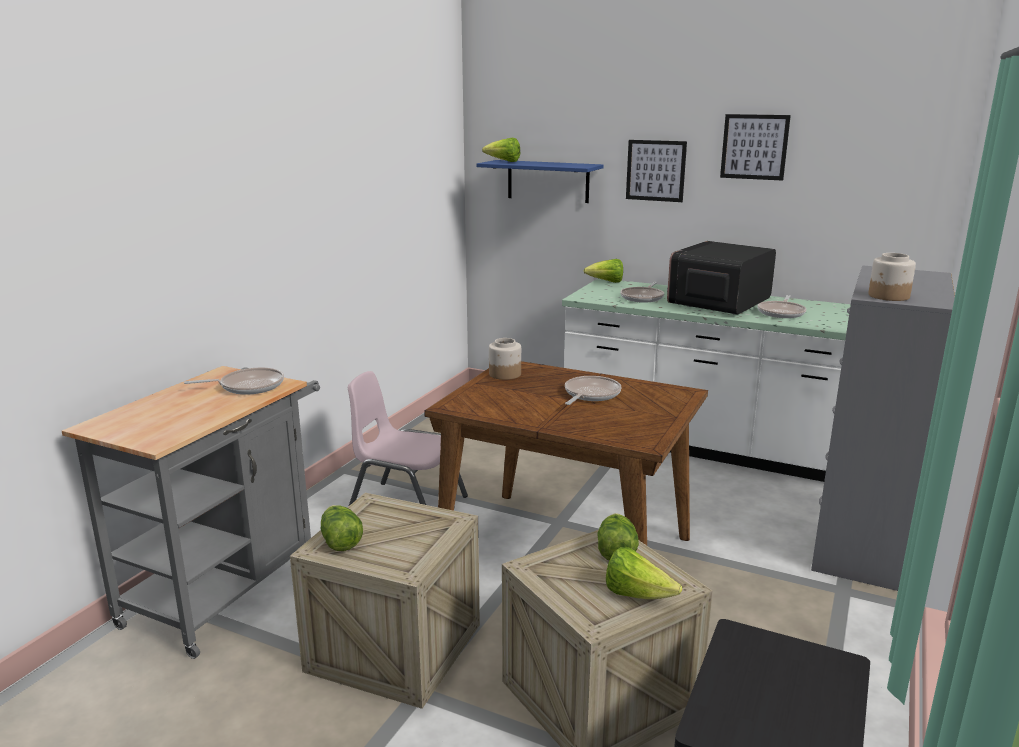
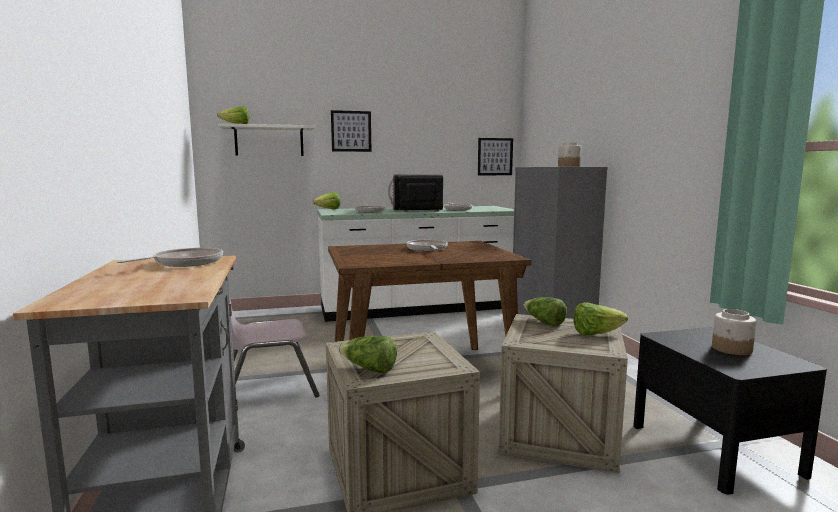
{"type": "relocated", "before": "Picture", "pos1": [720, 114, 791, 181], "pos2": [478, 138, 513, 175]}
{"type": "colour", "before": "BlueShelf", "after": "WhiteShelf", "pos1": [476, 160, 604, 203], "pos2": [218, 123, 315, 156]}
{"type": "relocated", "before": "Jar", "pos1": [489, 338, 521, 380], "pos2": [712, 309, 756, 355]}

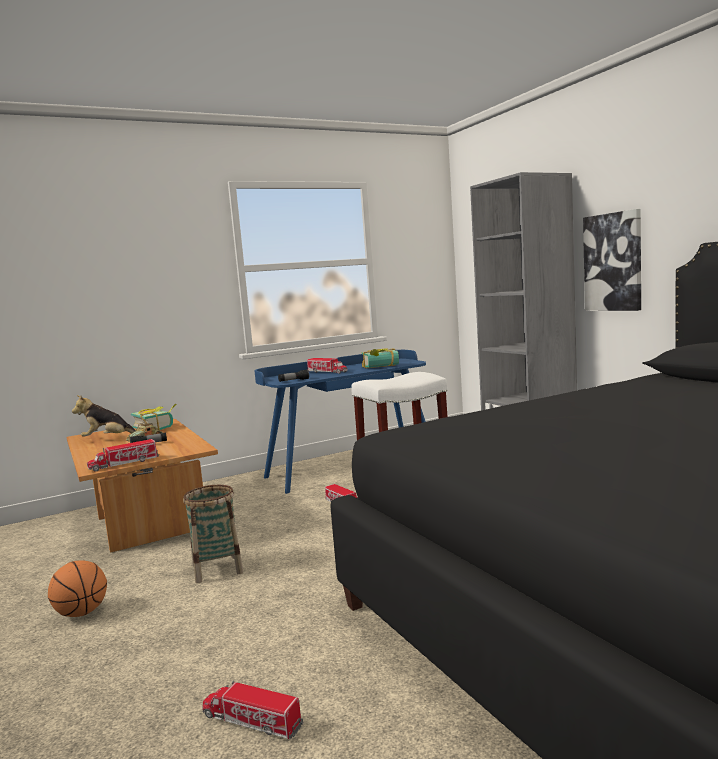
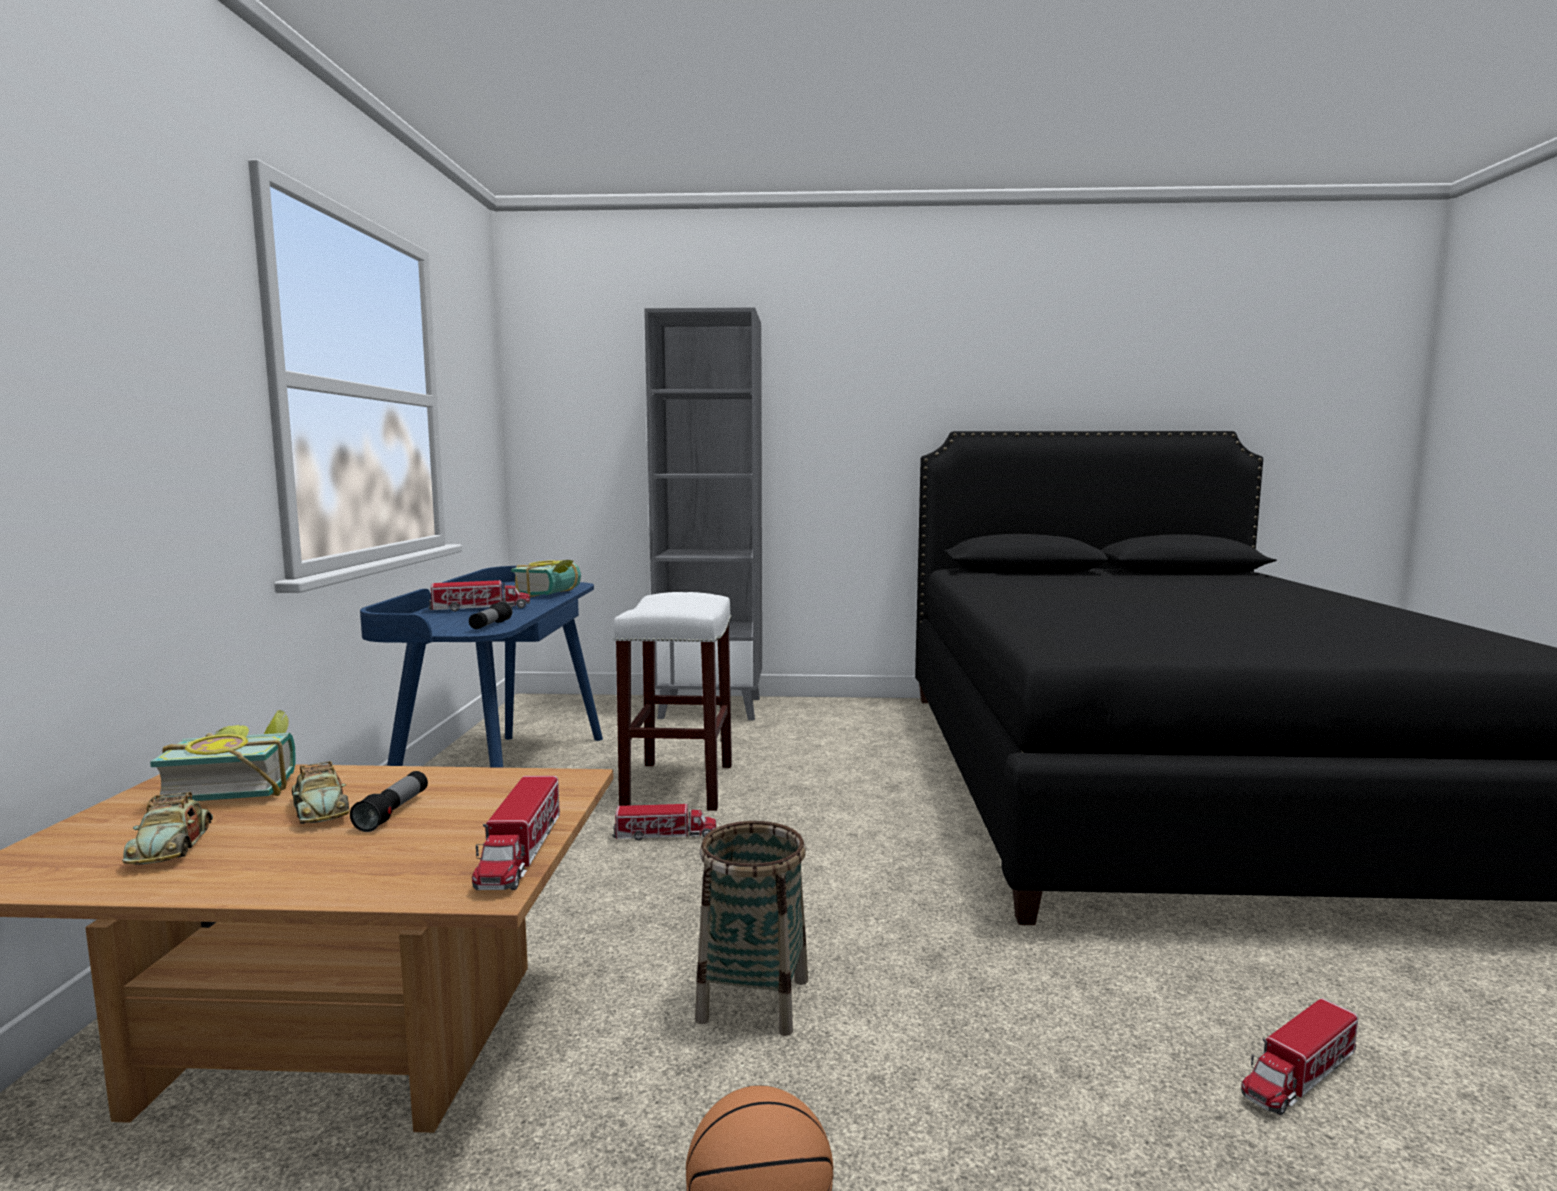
{"type": "missing", "before": "Picture", "pos1": [583, 209, 641, 311]}
{"type": "exchanged", "before": "PlushToy", "after": "ToyCar", "pos1": [72, 395, 136, 437], "pos2": [122, 792, 213, 865]}

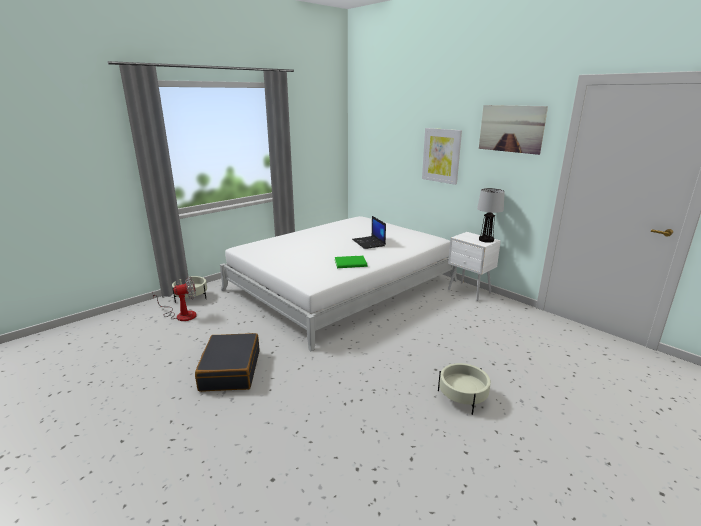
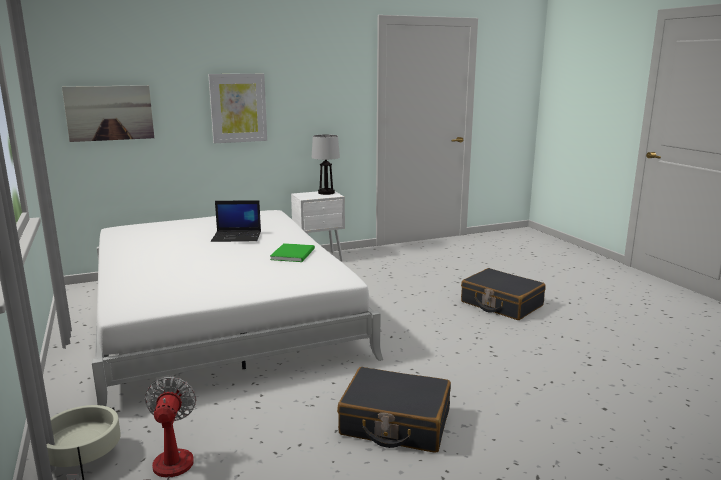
{"type": "relocated", "before": "Picture", "pos1": [479, 105, 548, 155], "pos2": [62, 85, 154, 142]}
{"type": "exchanged", "before": "BeigePlanter", "after": "BlackSuitcase", "pos1": [438, 363, 491, 415], "pos2": [461, 268, 546, 320]}

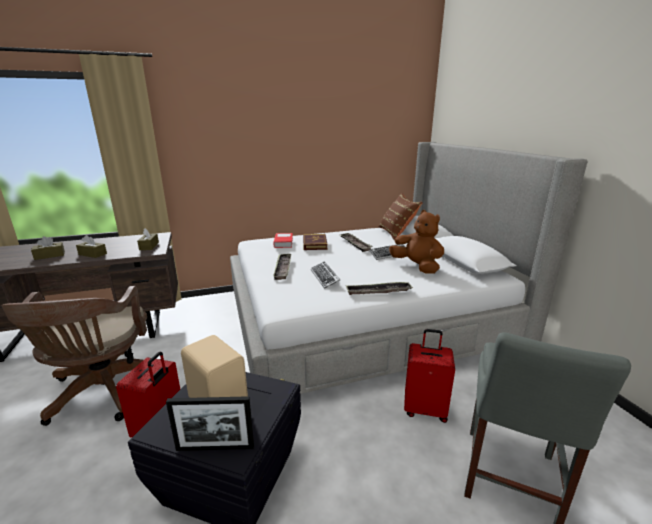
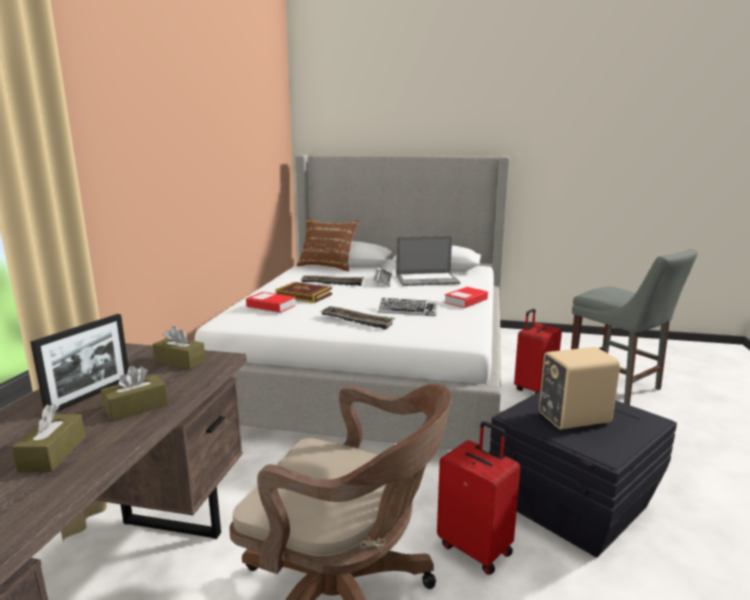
{"type": "exchanged", "before": "BrownPlushToy", "after": "Laptop", "pos1": [389, 210, 444, 274], "pos2": [396, 236, 460, 286]}
{"type": "exchanged", "before": "Tray", "after": "Book", "pos1": [346, 282, 413, 295], "pos2": [444, 287, 488, 308]}
{"type": "relocated", "before": "PictureFrame", "pos1": [166, 396, 254, 451], "pos2": [30, 314, 129, 412]}

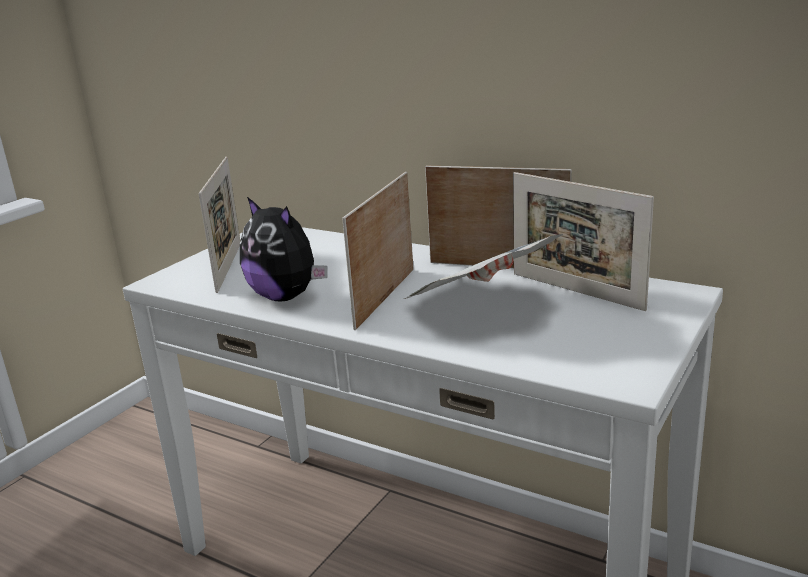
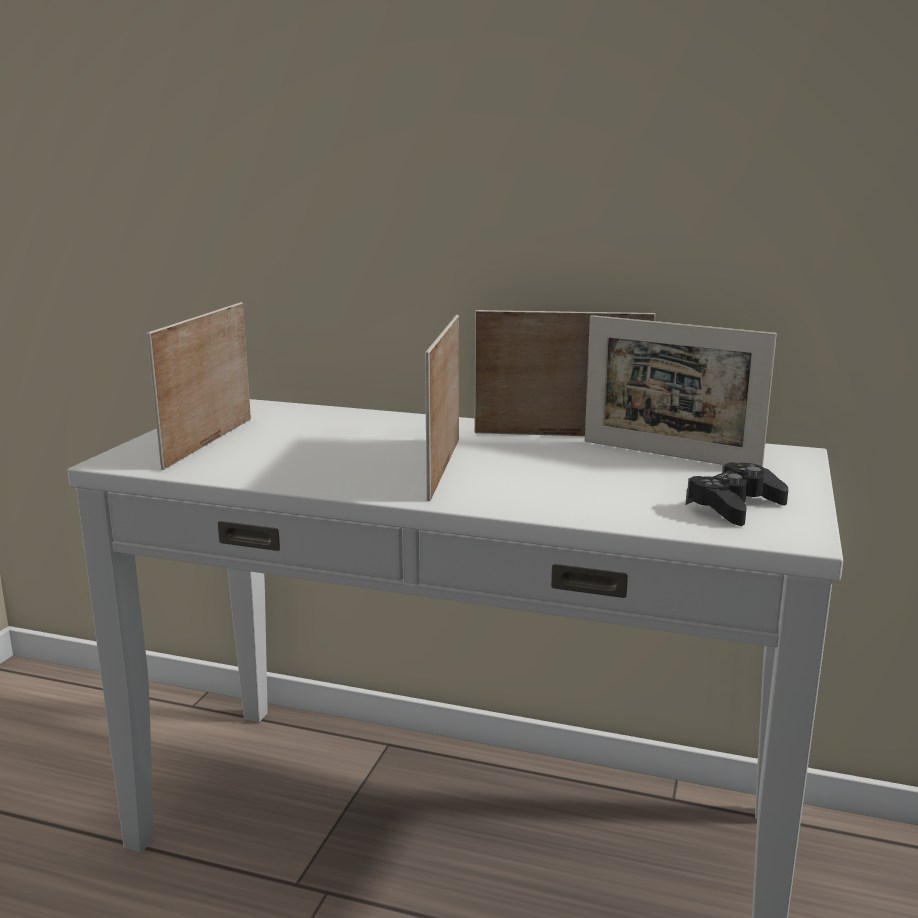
{"type": "spun", "before": "PictureFrame", "pos1": [198, 157, 240, 293], "pos2": [147, 302, 251, 470], "turn": -150}
{"type": "missing", "before": "PlushToy", "pos1": [240, 197, 327, 302]}
{"type": "missing", "before": "Newspaper", "pos1": [404, 234, 563, 299]}
{"type": "appeared", "after": "BlackGameController", "pos2": [686, 462, 788, 526]}

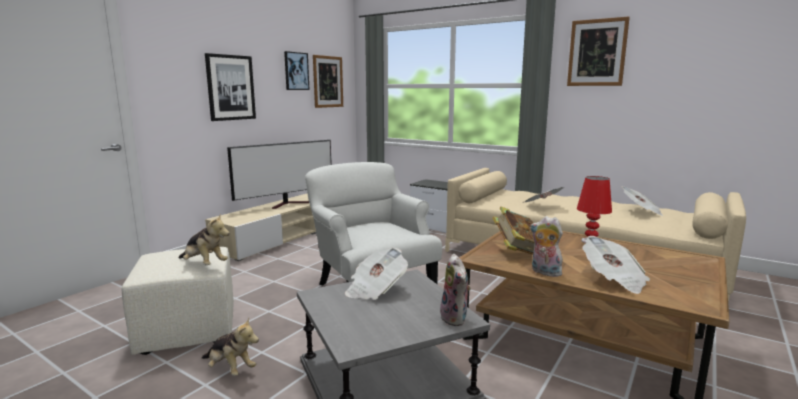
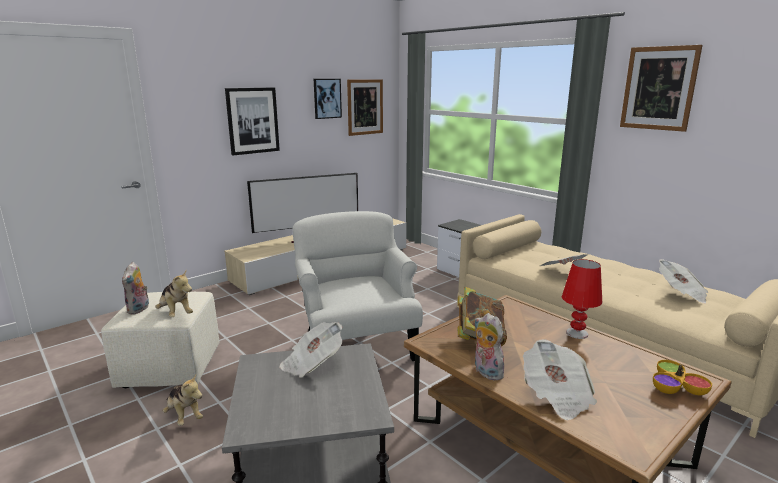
{"type": "relocated", "before": "PlushToy", "pos1": [440, 254, 471, 326], "pos2": [122, 262, 149, 314]}
{"type": "appeared", "after": "Bowl", "pos2": [653, 360, 712, 395]}

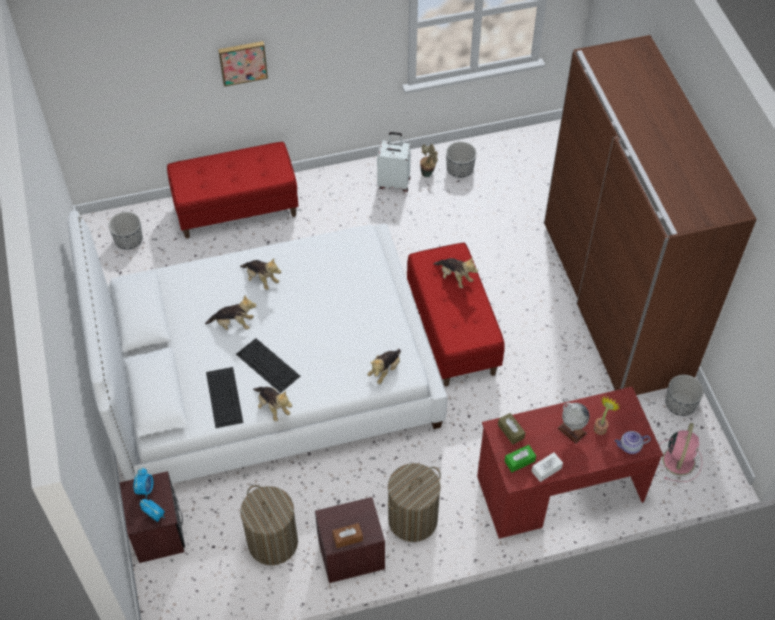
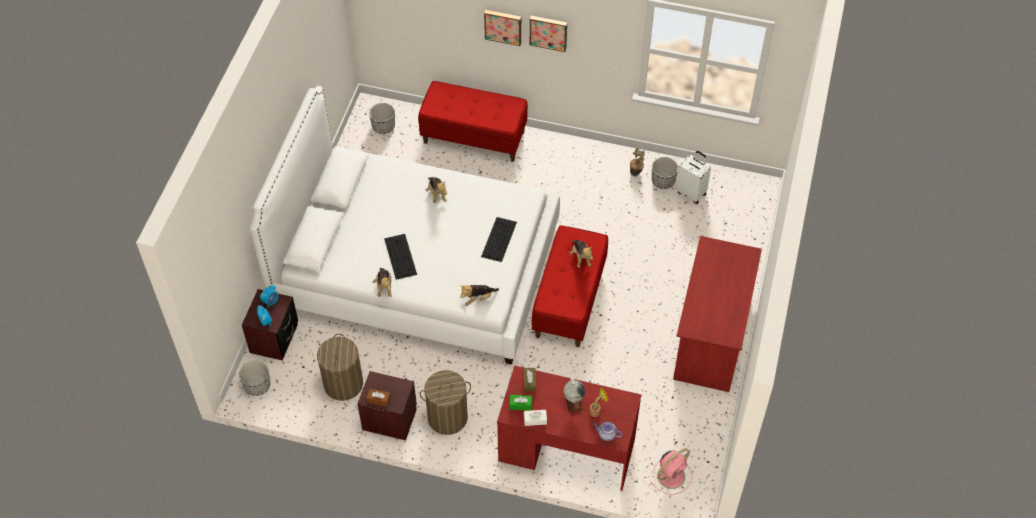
{"type": "exchanged", "before": "BrownWardrobe", "after": "RedDesk", "pos1": [544, 35, 757, 395], "pos2": [673, 236, 762, 392]}
{"type": "relocated", "before": "WhiteSuitcase", "pos1": [377, 132, 411, 192], "pos2": [675, 151, 711, 204]}
{"type": "missing", "before": "PlushToy", "pos1": [205, 295, 257, 330]}
{"type": "relocated", "before": "Keyboard", "pos1": [206, 367, 243, 428], "pos2": [481, 217, 517, 262]}
{"type": "relocated", "before": "Planter", "pos1": [665, 375, 704, 416], "pos2": [239, 361, 270, 396]}
{"type": "appeared", "after": "Picture", "pos2": [530, 16, 567, 52]}

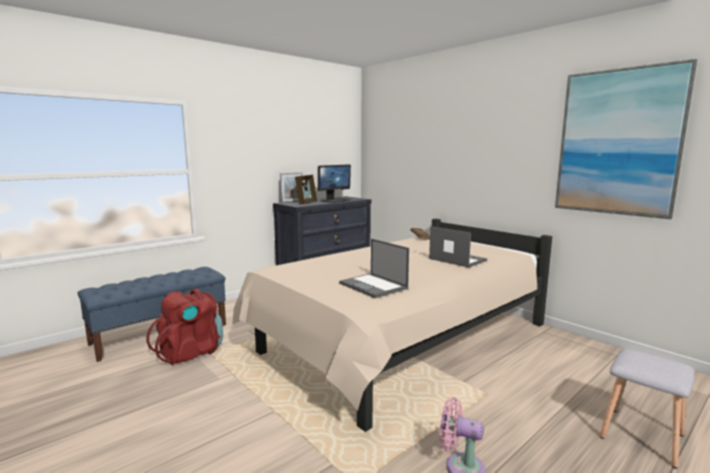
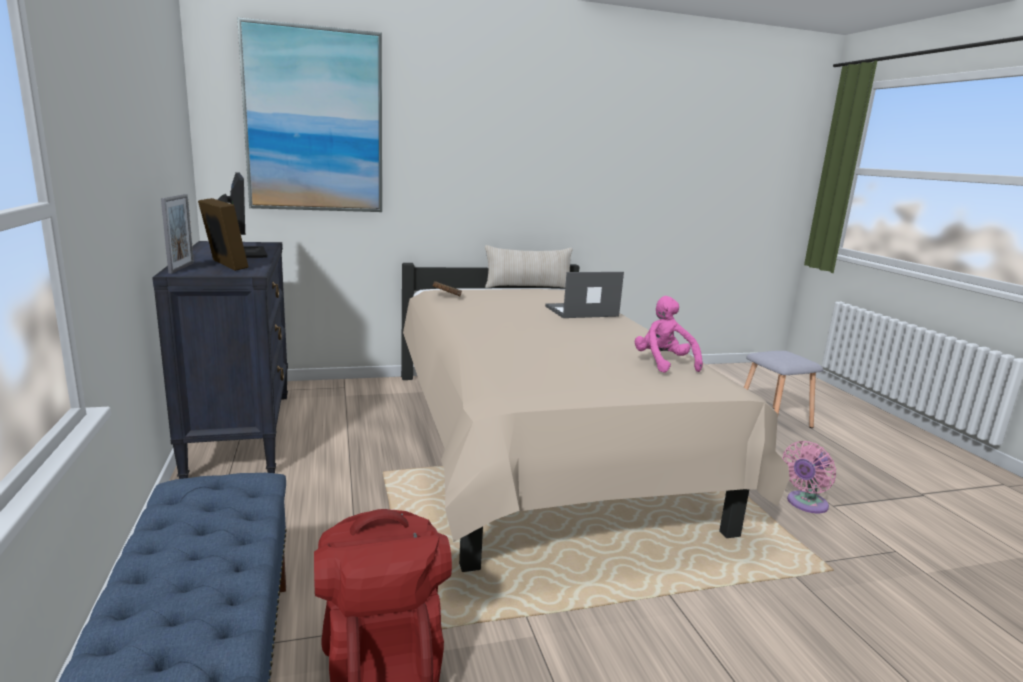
{"type": "relocated", "before": "Picture", "pos1": [555, 59, 697, 219], "pos2": [237, 17, 382, 212]}
{"type": "exchanged", "before": "Laptop", "after": "PinkPlushToy", "pos1": [339, 239, 409, 298], "pos2": [634, 296, 703, 373]}
{"type": "appeared", "after": "BeigePillow", "pos2": [485, 245, 573, 288]}

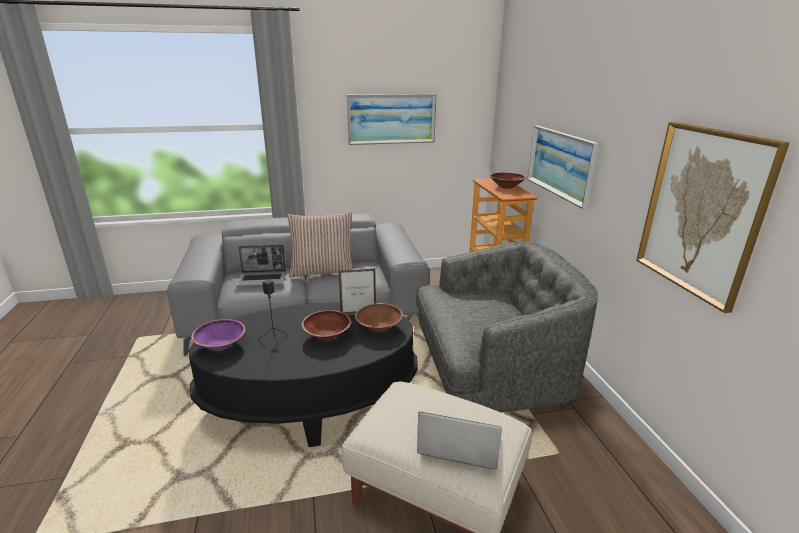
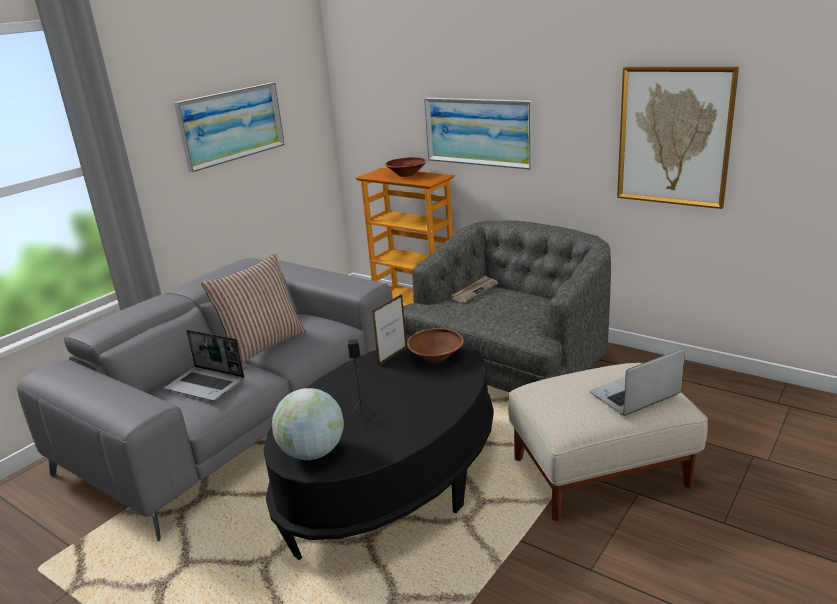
{"type": "spun", "before": "Laptop", "pos1": [236, 245, 286, 286], "pos2": [164, 330, 245, 401], "turn": 75}
{"type": "missing", "before": "BrownBowl", "pos1": [302, 310, 351, 340]}
{"type": "exchanged", "before": "PurpleBowl", "after": "Globe", "pos1": [191, 319, 245, 351], "pos2": [272, 388, 344, 460]}
{"type": "appeared", "after": "Newspaper", "pos2": [451, 276, 498, 303]}

